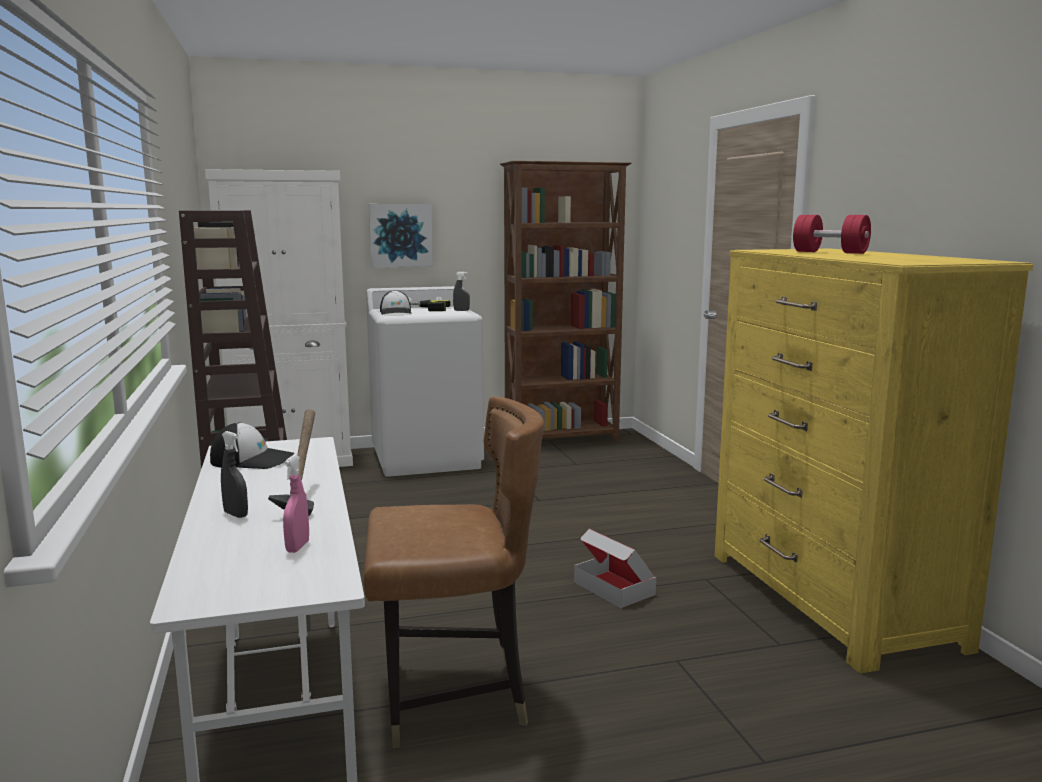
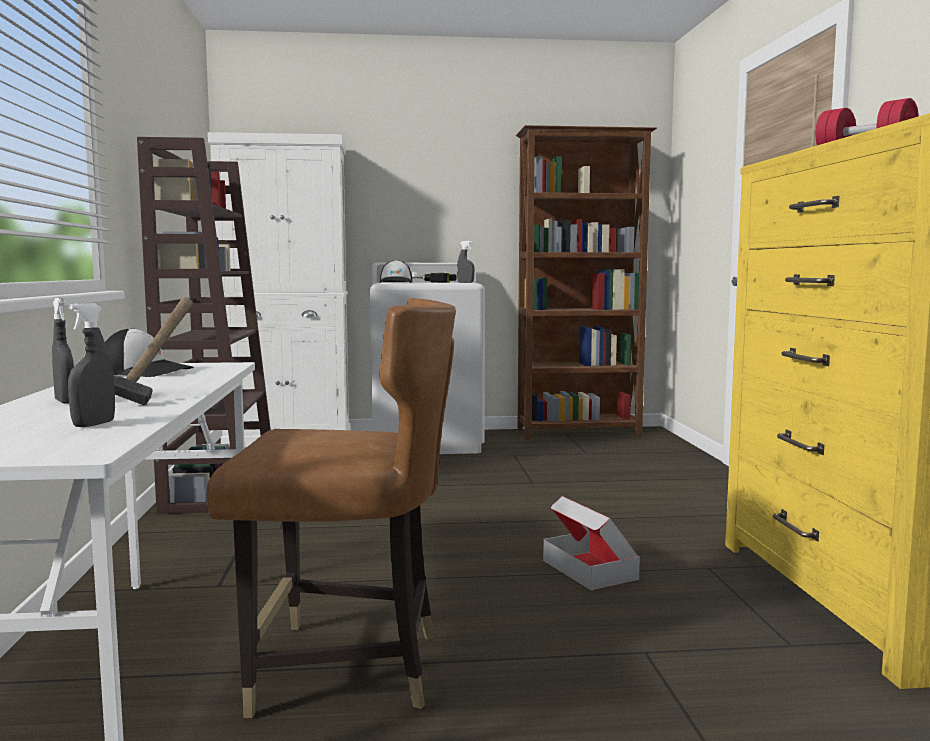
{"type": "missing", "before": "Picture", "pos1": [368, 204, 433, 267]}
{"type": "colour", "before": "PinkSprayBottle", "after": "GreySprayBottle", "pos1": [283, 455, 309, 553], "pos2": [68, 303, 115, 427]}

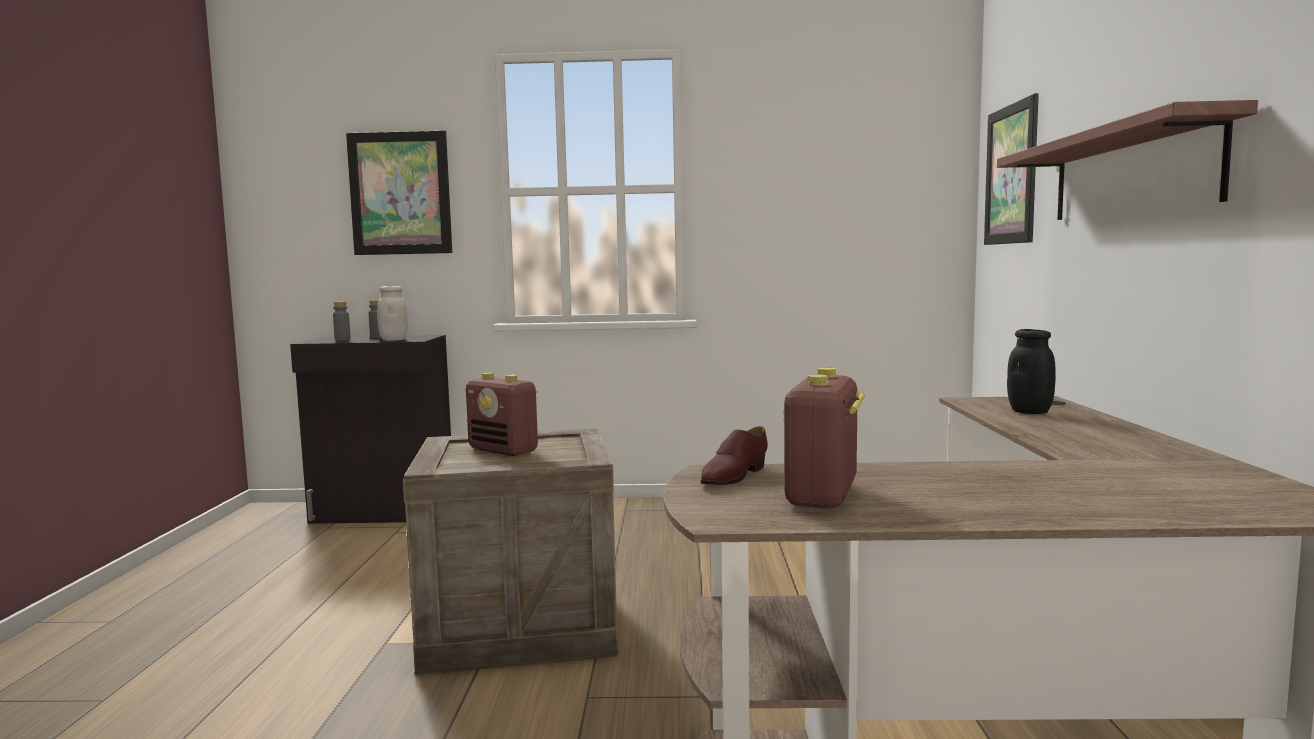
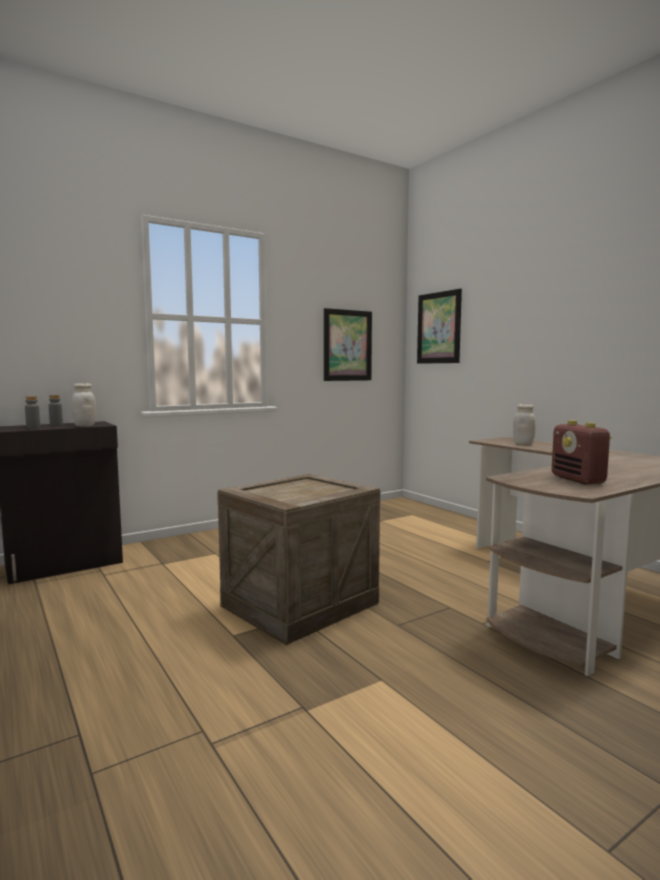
{"type": "missing", "before": "Shelf", "pos1": [997, 100, 1258, 220]}
{"type": "relocated", "before": "Picture", "pos1": [346, 131, 452, 255], "pos2": [324, 308, 372, 381]}
{"type": "colour", "before": "BlackJar", "after": "WhiteJar", "pos1": [1007, 329, 1056, 414], "pos2": [513, 404, 536, 444]}
{"type": "missing", "before": "Radio", "pos1": [466, 372, 538, 456]}
{"type": "missing", "before": "BrownShoe", "pos1": [700, 426, 768, 485]}

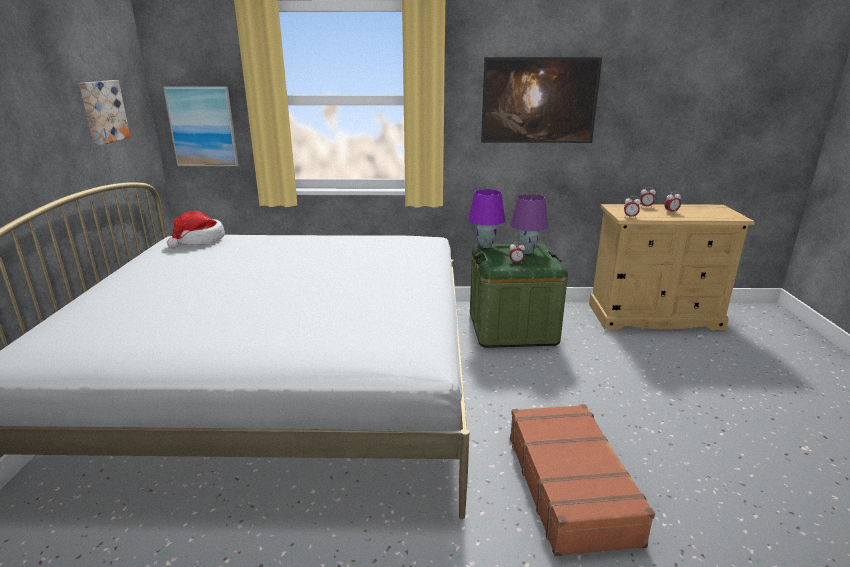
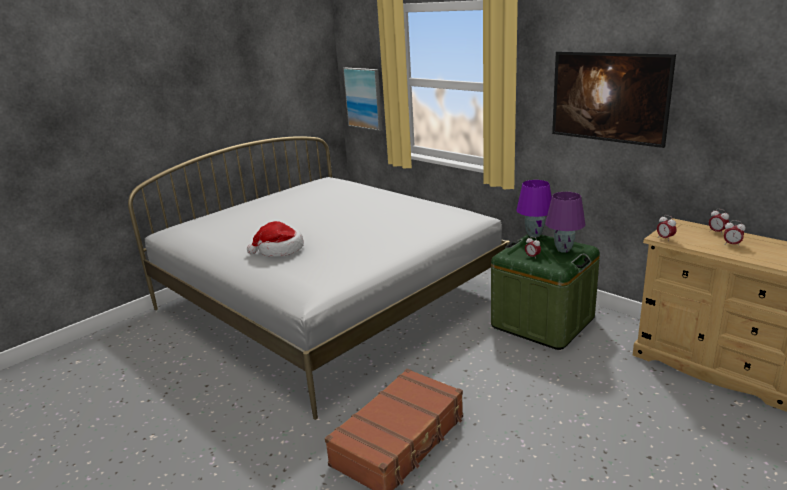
{"type": "missing", "before": "Picture", "pos1": [79, 80, 130, 146]}
{"type": "relocated", "before": "Hat", "pos1": [167, 211, 225, 248], "pos2": [247, 221, 304, 257]}

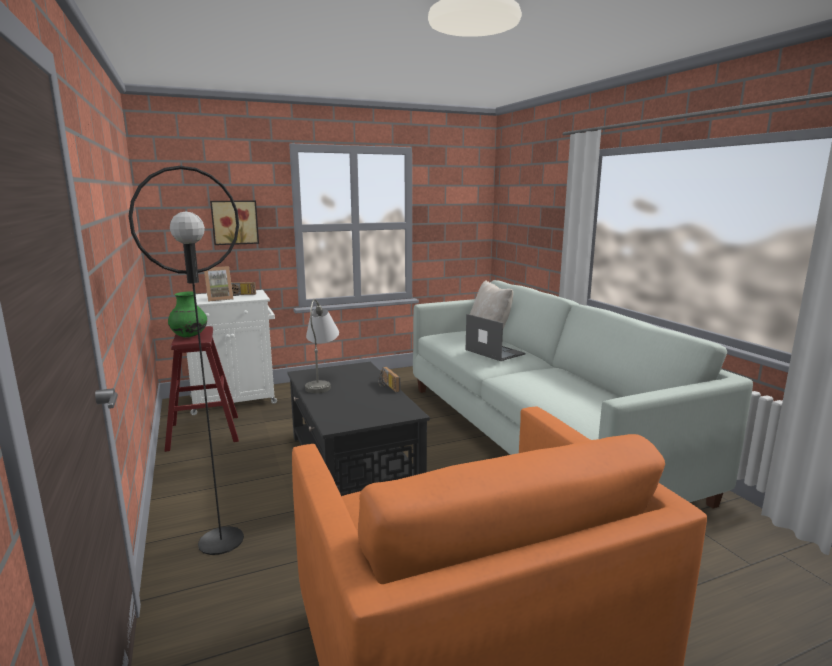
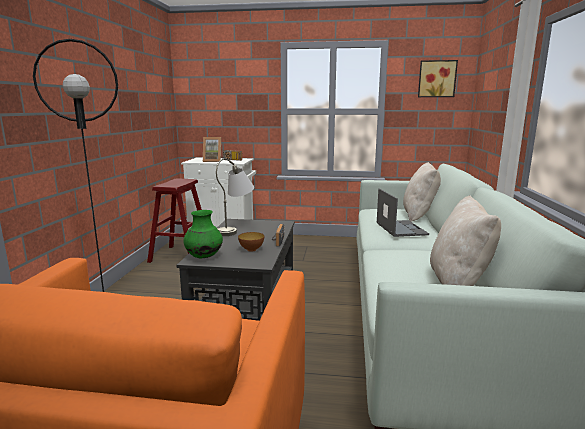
{"type": "relocated", "before": "Picture", "pos1": [210, 200, 259, 245], "pos2": [418, 60, 458, 97]}
{"type": "relocated", "before": "GreenVase", "pos1": [168, 291, 207, 338], "pos2": [183, 210, 223, 258]}
{"type": "appeared", "after": "BeigePillow", "pos2": [430, 195, 501, 286]}
{"type": "appeared", "after": "Bowl", "pos2": [238, 232, 264, 252]}

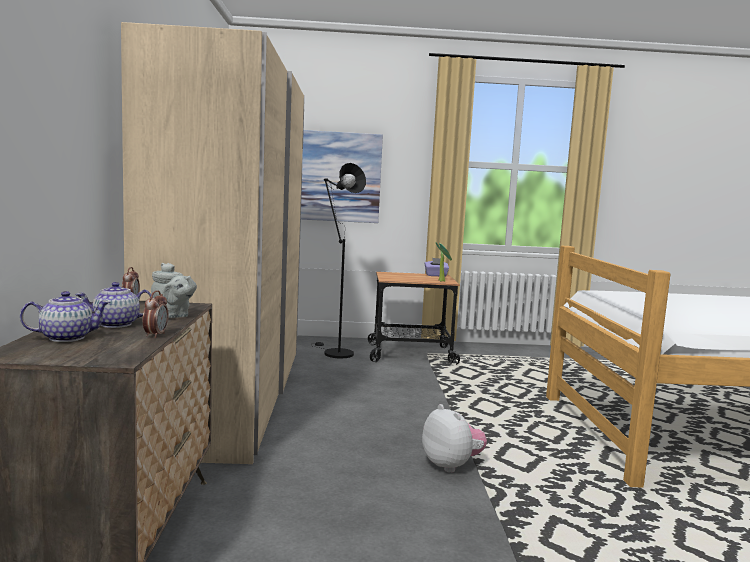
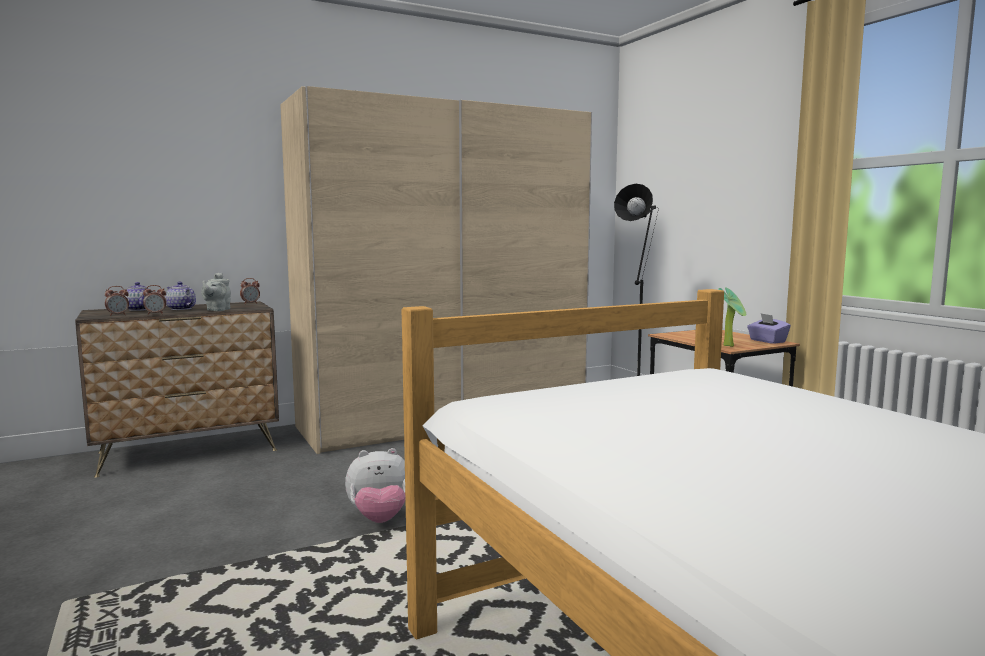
{"type": "missing", "before": "Picture", "pos1": [301, 130, 383, 223]}
{"type": "spun", "before": "PlushToy", "pos1": [422, 404, 487, 473], "pos2": [345, 448, 405, 523], "turn": 45}
{"type": "appeared", "after": "AlarmClock", "pos2": [105, 286, 129, 316]}

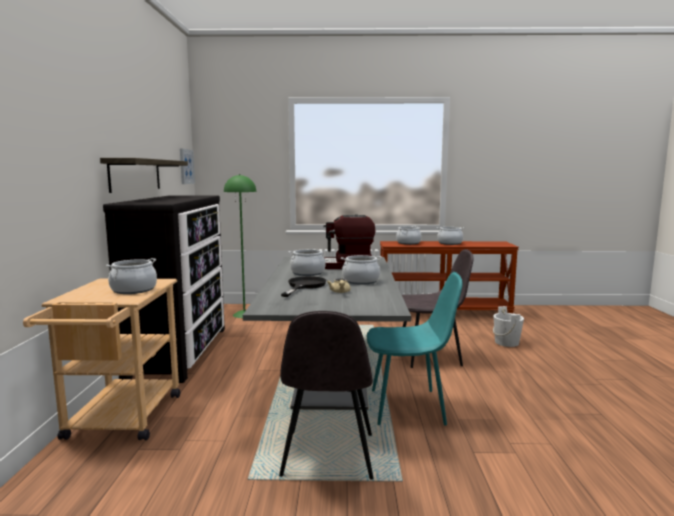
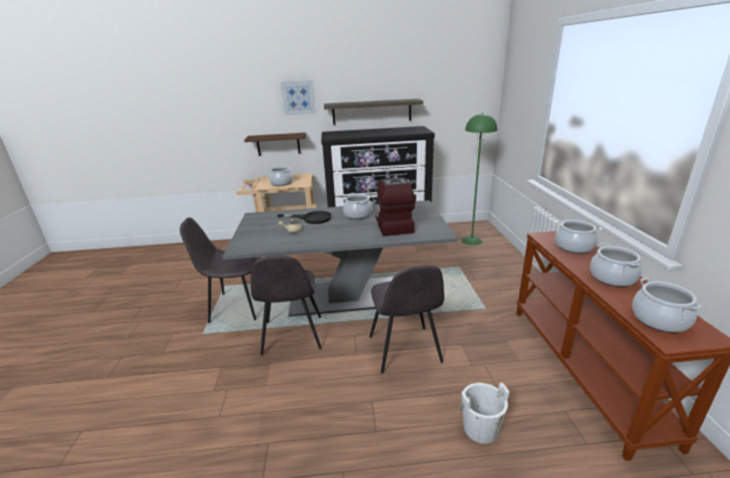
{"type": "relocated", "before": "Picture", "pos1": [180, 149, 195, 184], "pos2": [280, 80, 316, 115]}
{"type": "relocated", "before": "CookingPot", "pos1": [341, 255, 382, 285], "pos2": [632, 278, 702, 333]}
{"type": "colour", "before": "TurquoiseChair", "after": "GreyChair", "pos1": [367, 272, 463, 425], "pos2": [251, 256, 321, 355]}
{"type": "appeared", "after": "Shelf", "pos2": [244, 133, 306, 156]}

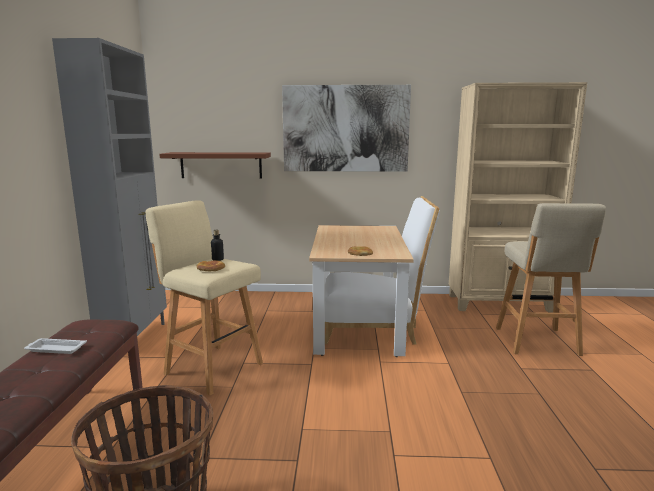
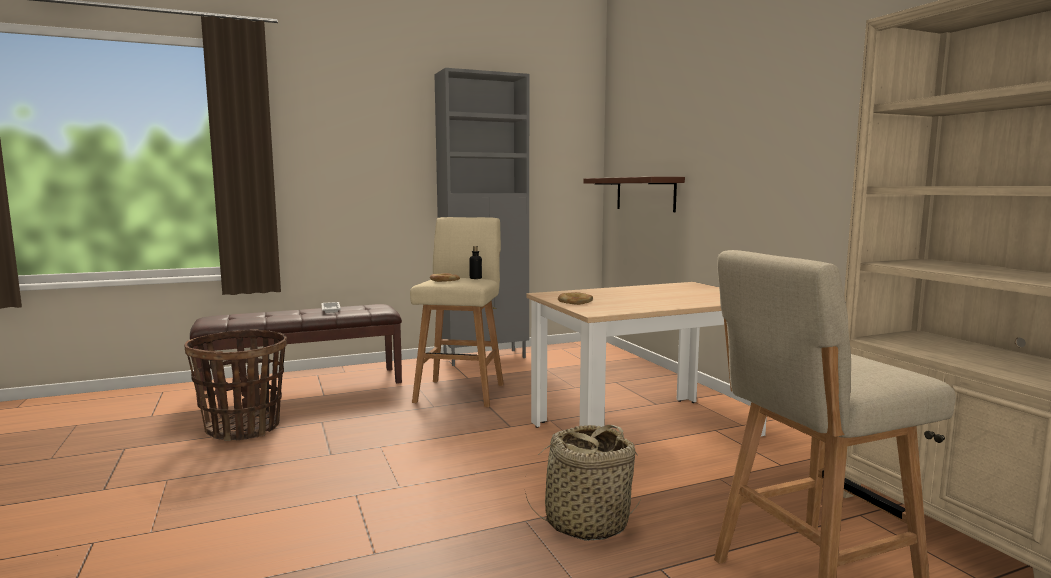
{"type": "missing", "before": "Picture", "pos1": [282, 85, 411, 172]}
{"type": "missing", "before": "WhiteChair", "pos1": [325, 196, 440, 345]}
{"type": "appeared", "after": "Basket", "pos2": [525, 425, 640, 541]}

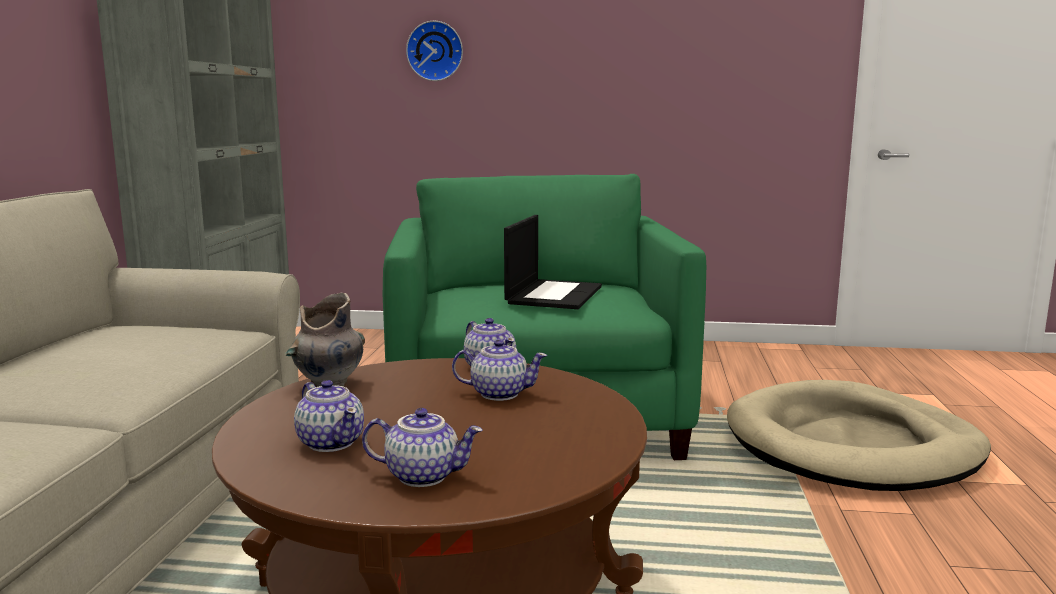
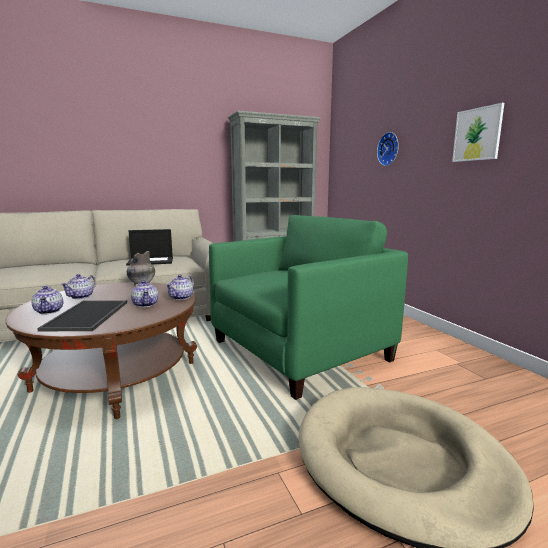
{"type": "relocated", "before": "Laptop", "pos1": [504, 215, 602, 309], "pos2": [126, 229, 173, 266]}
{"type": "appeared", "after": "Picture", "pos2": [452, 103, 504, 162]}
{"type": "appeared", "after": "Tray", "pos2": [37, 300, 127, 331]}

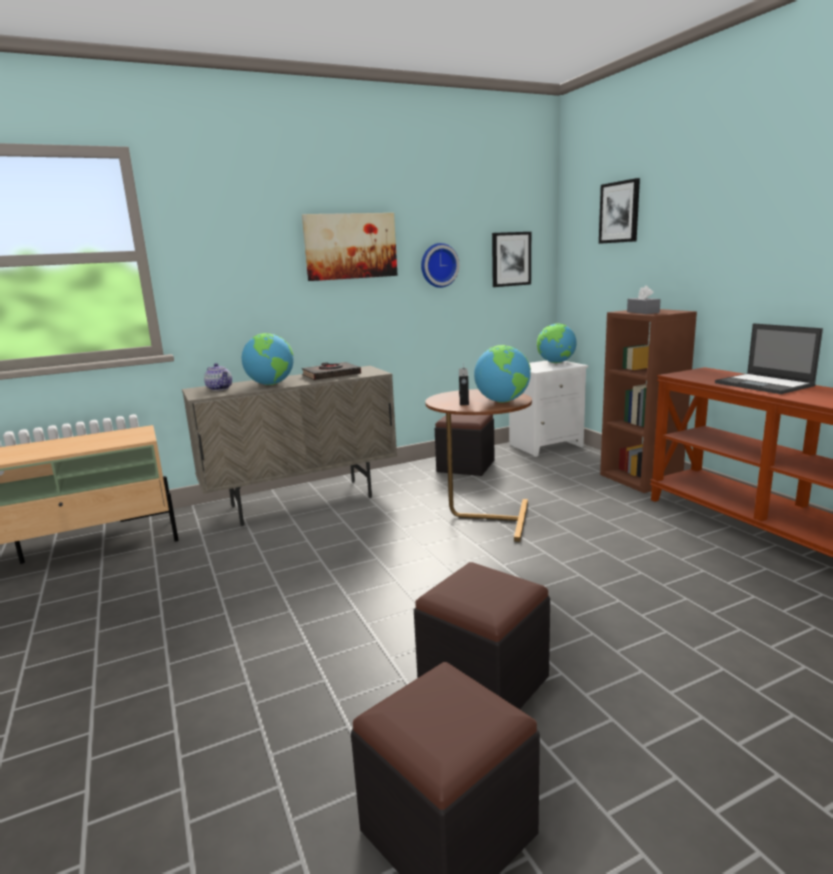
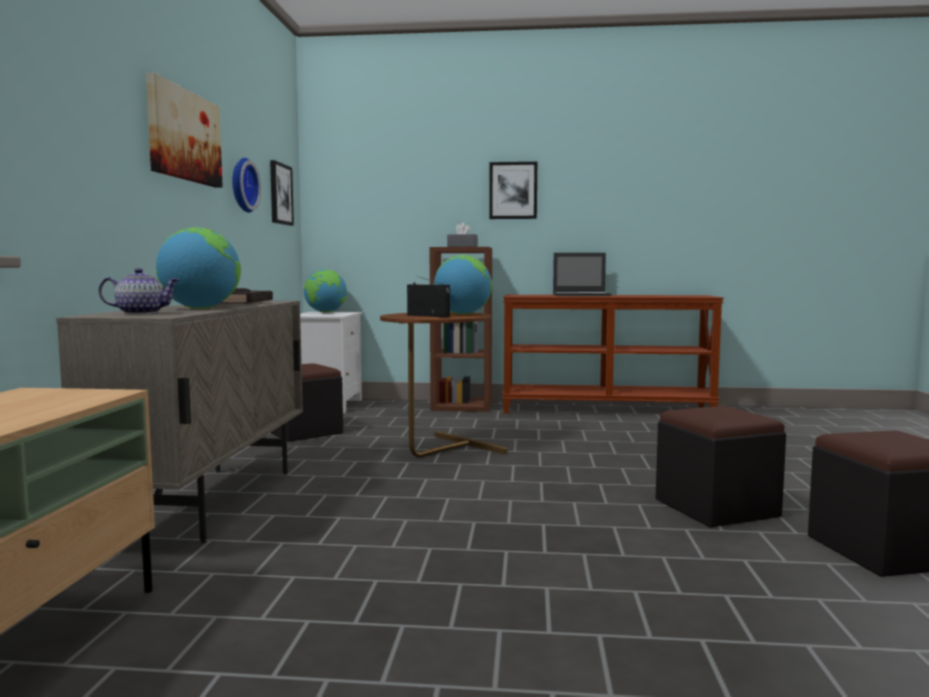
{"type": "relocated", "before": "Picture", "pos1": [599, 178, 640, 244], "pos2": [489, 162, 537, 219]}

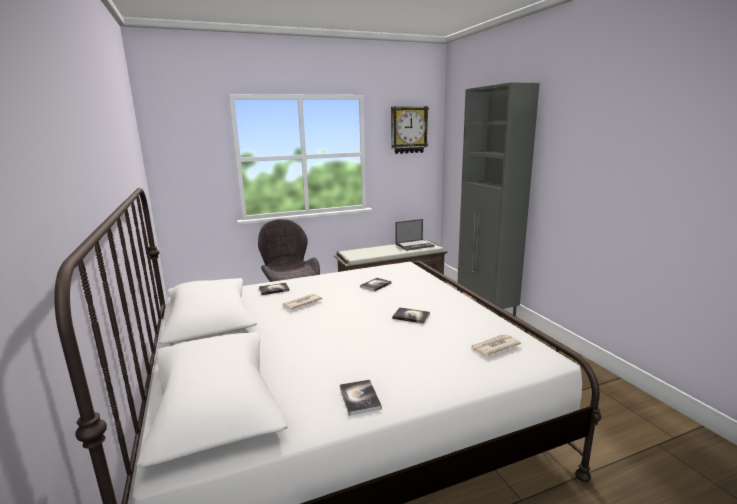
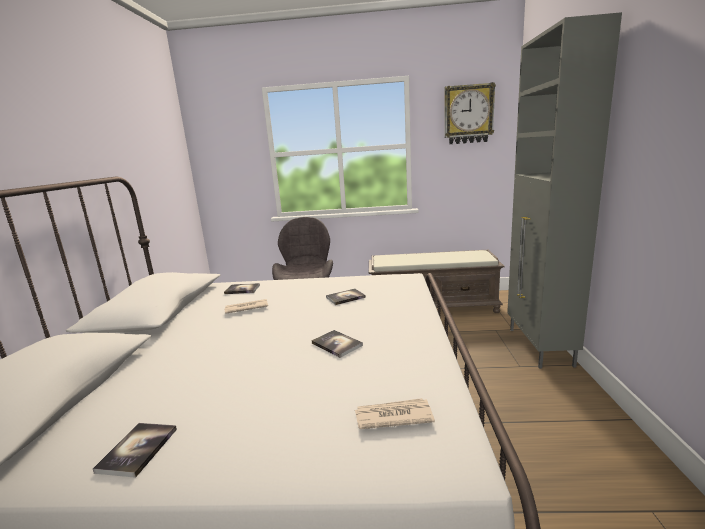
{"type": "missing", "before": "Laptop", "pos1": [395, 219, 435, 250]}

